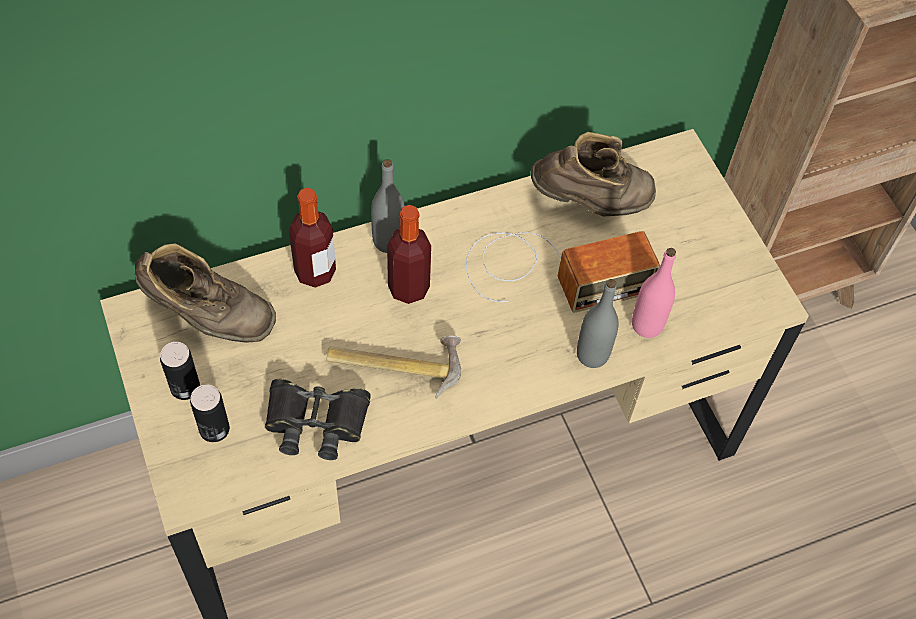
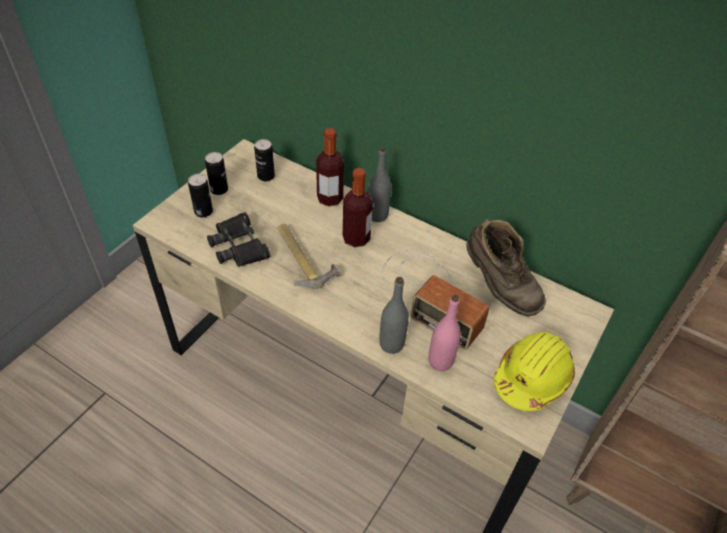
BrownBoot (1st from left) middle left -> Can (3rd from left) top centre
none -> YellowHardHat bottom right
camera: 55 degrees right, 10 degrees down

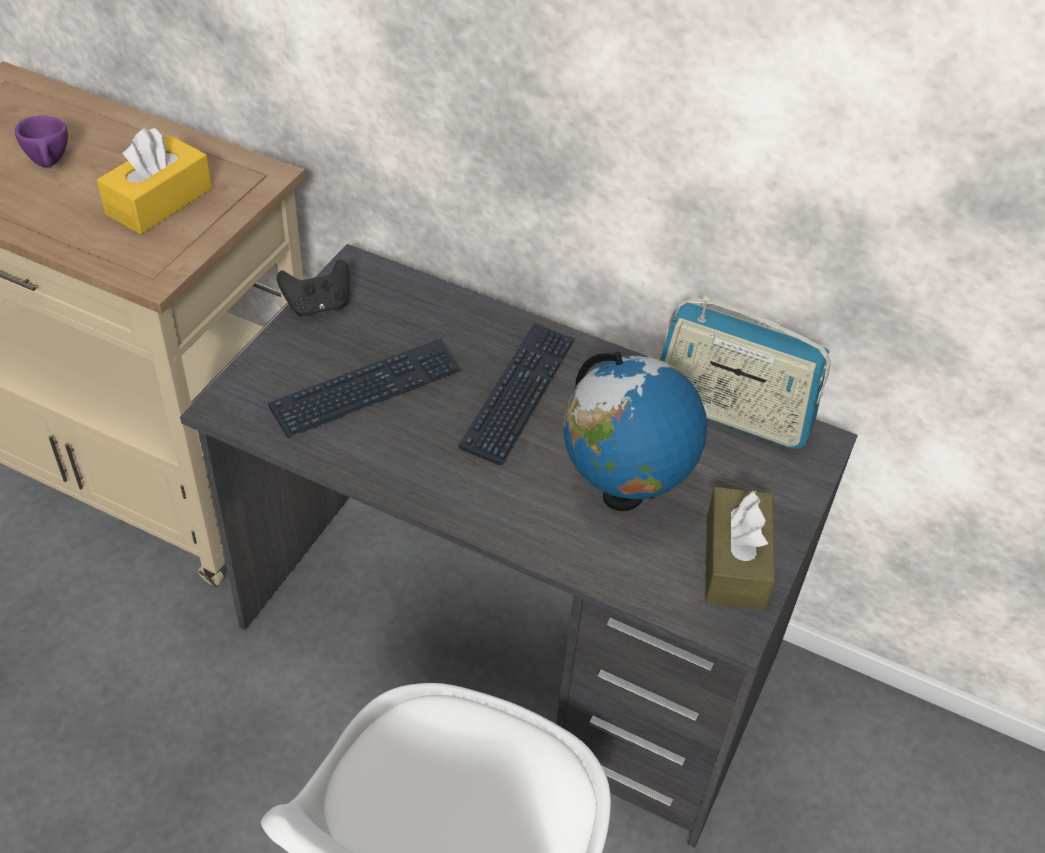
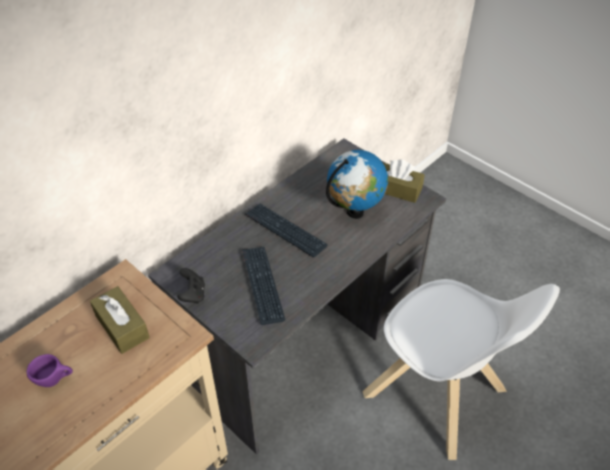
YellowTissueBox top left -> BrownTissueBox (1st from left) bottom left
Radio middle right -> none
camera: 70 degrees left, 0 degrees up

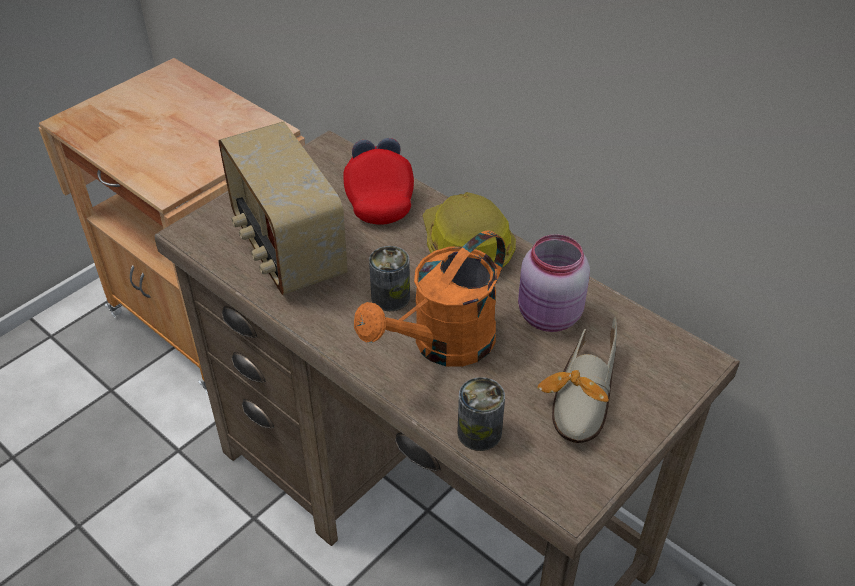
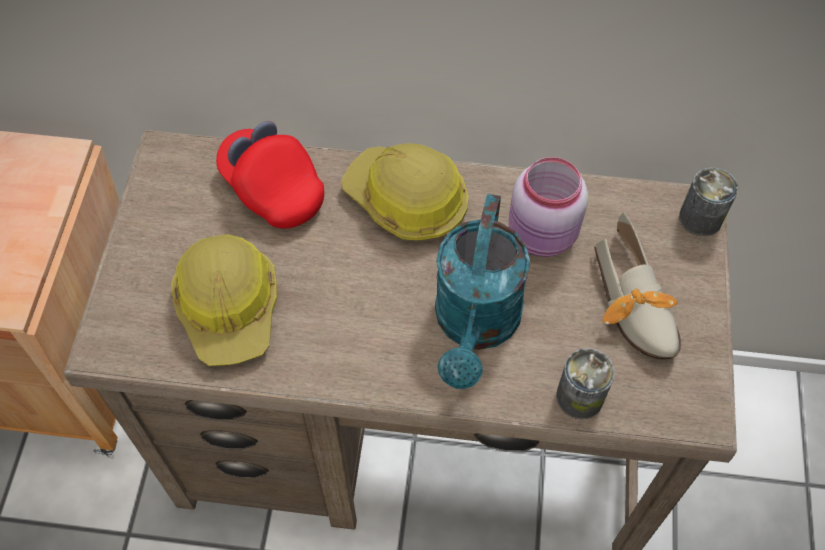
Radio middle left -> HardHat (1st from left) middle left
OrangeWateringCan centre -> TurquoiseWateringCan centre
Can (1st from left in the first image) centre -> Can (2nd from left) middle right, moved
camera: 35 degrees left, 15 degrees up

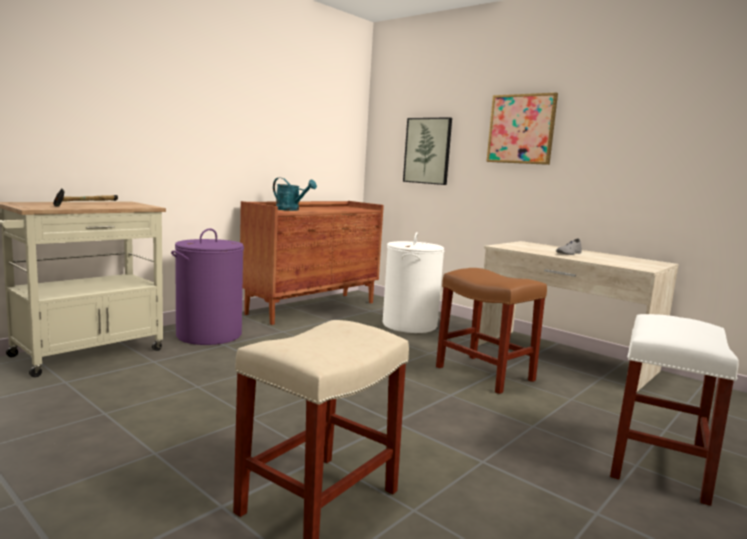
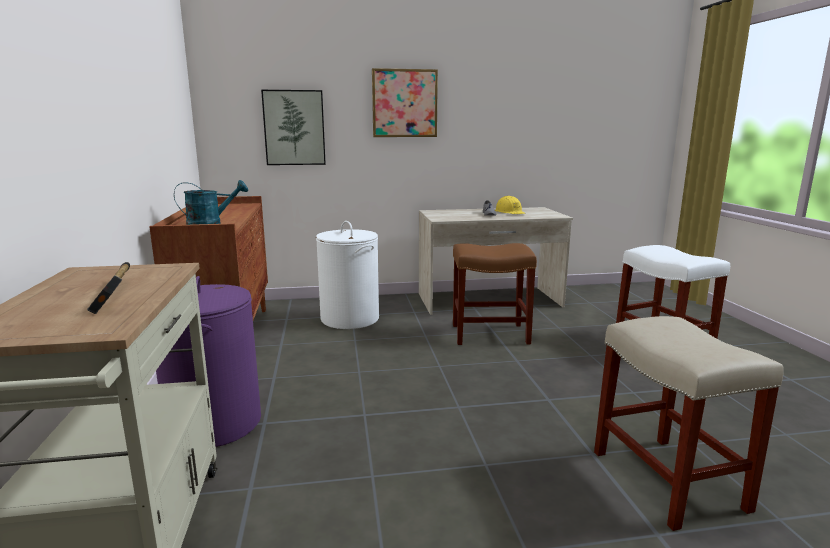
none -> YellowHardHat centre
camera: 50 degrees left, 5 degrees up

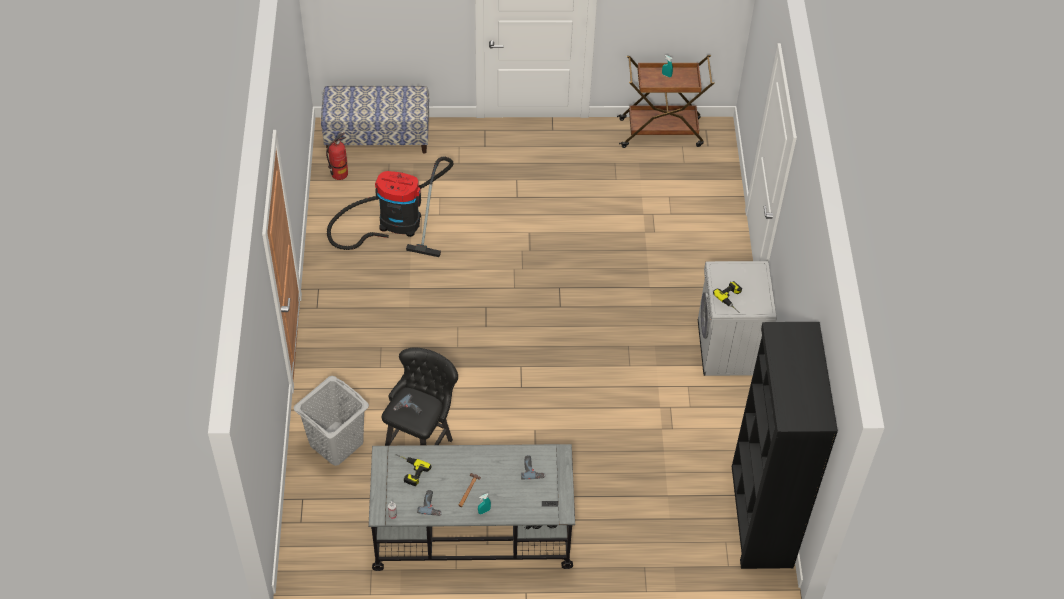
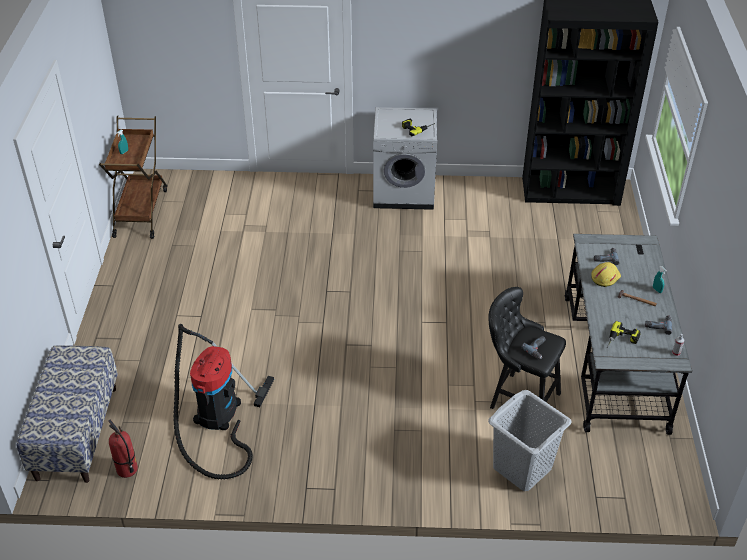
none -> YellowHardHat middle right
camera: 85 degrees left, 10 degrees down

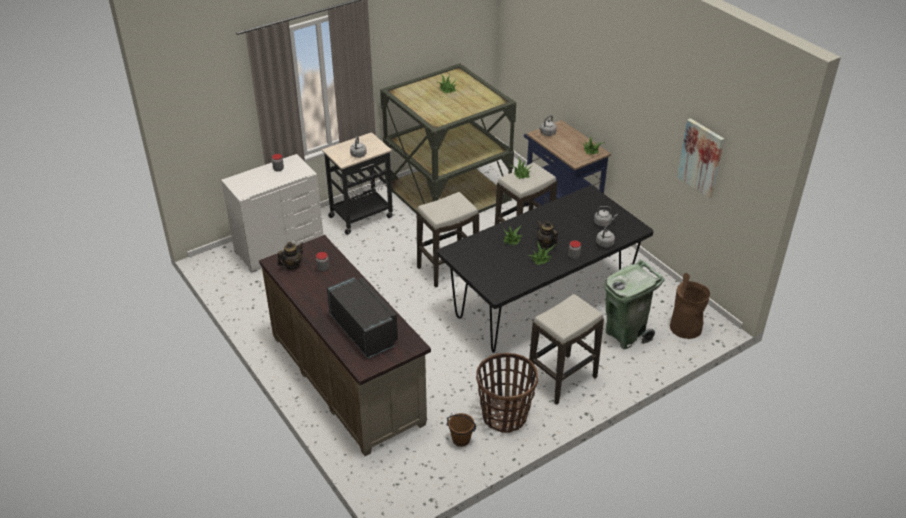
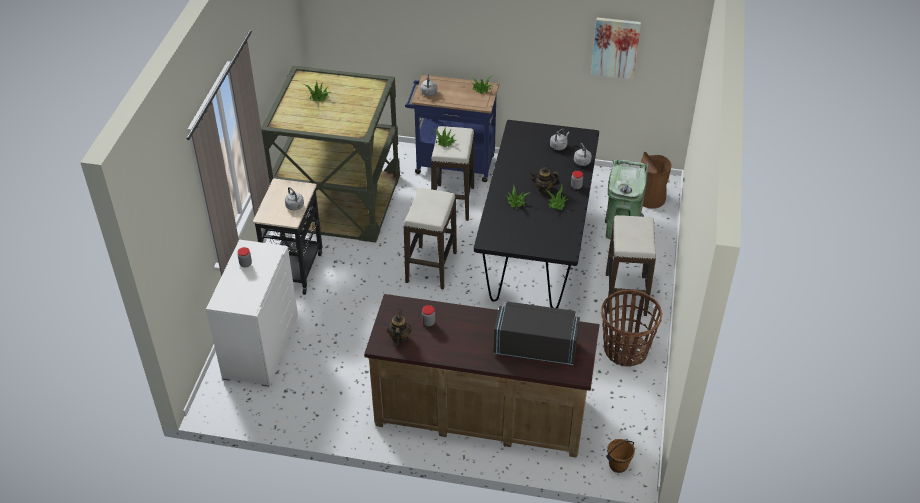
BrownBucket bottom centre -> BrownBucket bottom right, moved
camera: 45 degrees left, 5 degrees up

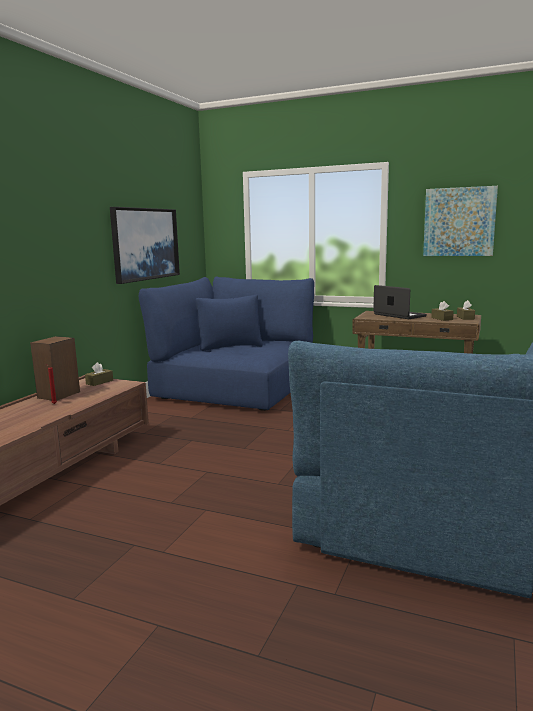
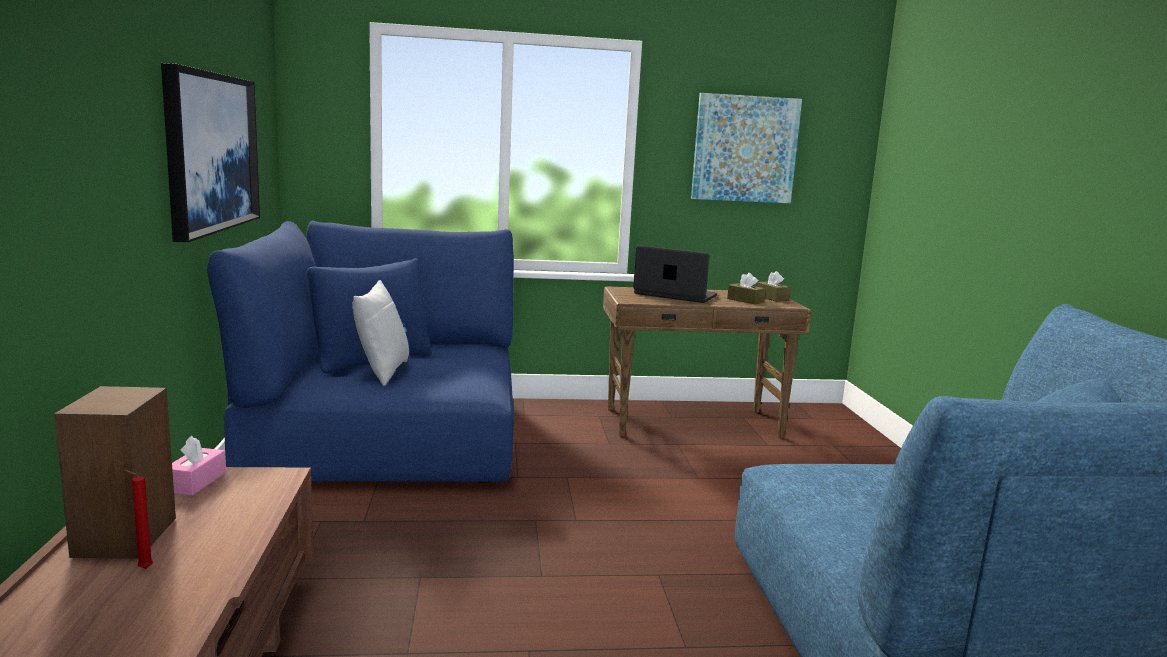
BrownTissueBox (1st from left) middle left -> PinkTissueBox bottom left
none -> GreyPillow middle left
camera: 30 degrees left, 0 degrees up

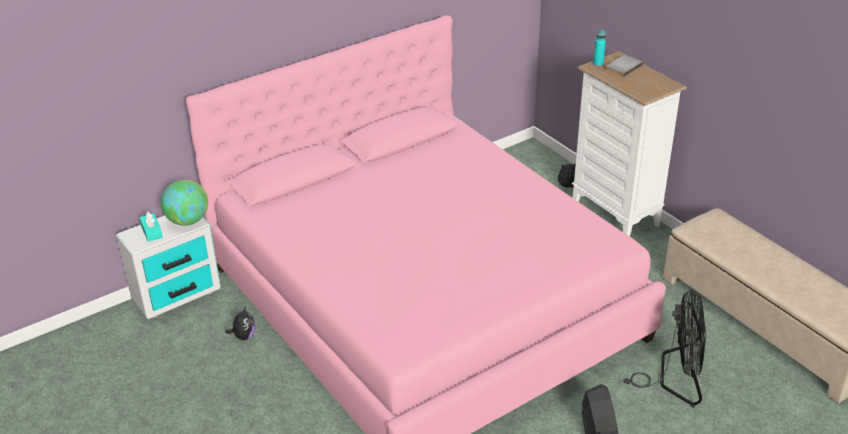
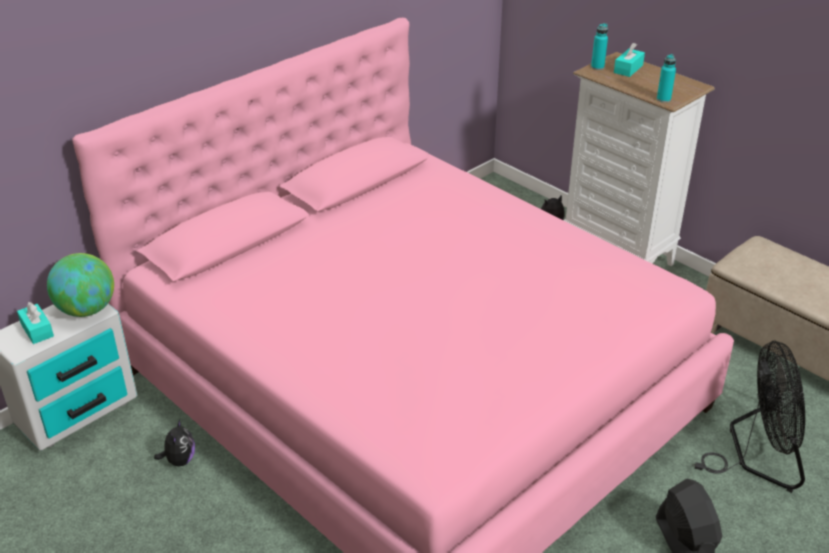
GreyBook top right -> TurquoiseTissueBox (2nd from left) top right
none -> TurquoiseBottle (2nd from left) top right
camera: 10 degrees left, 0 degrees up

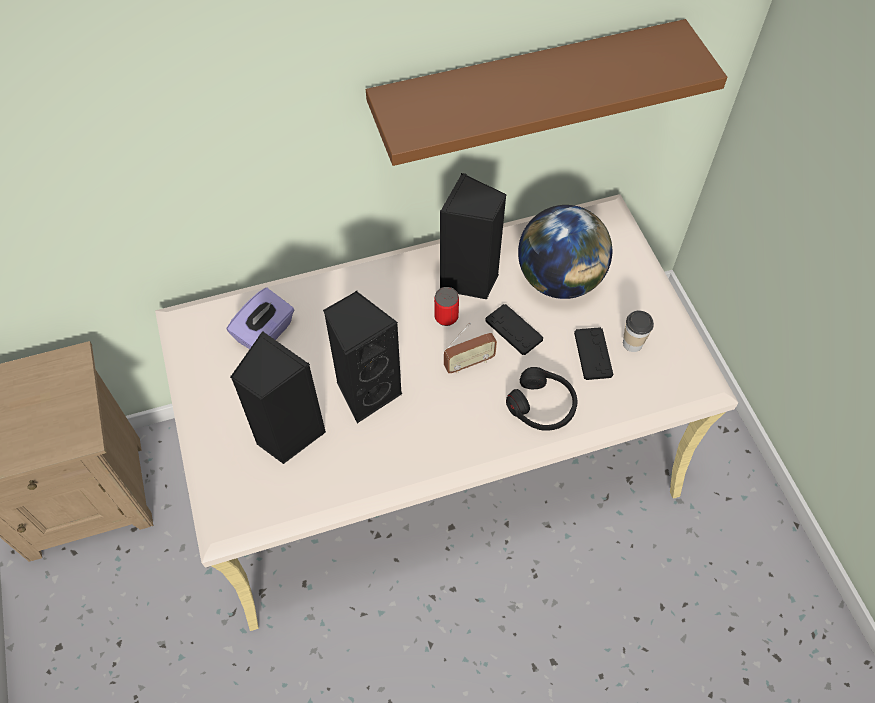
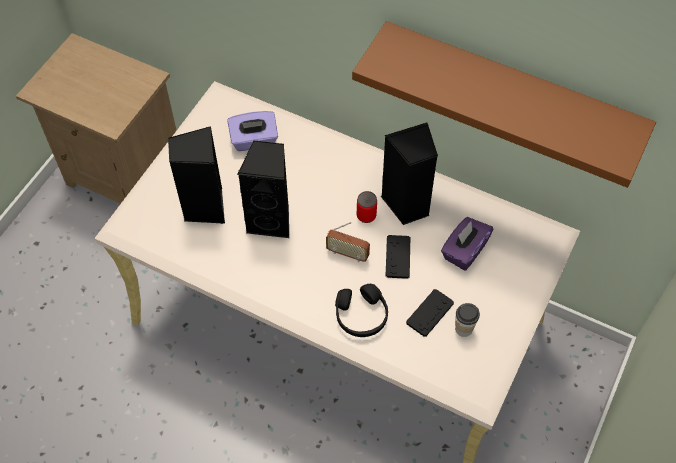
Globe centre -> PurpleTissueBox (2nd from left) middle right
camera: 45 degrees right, 0 degrees up

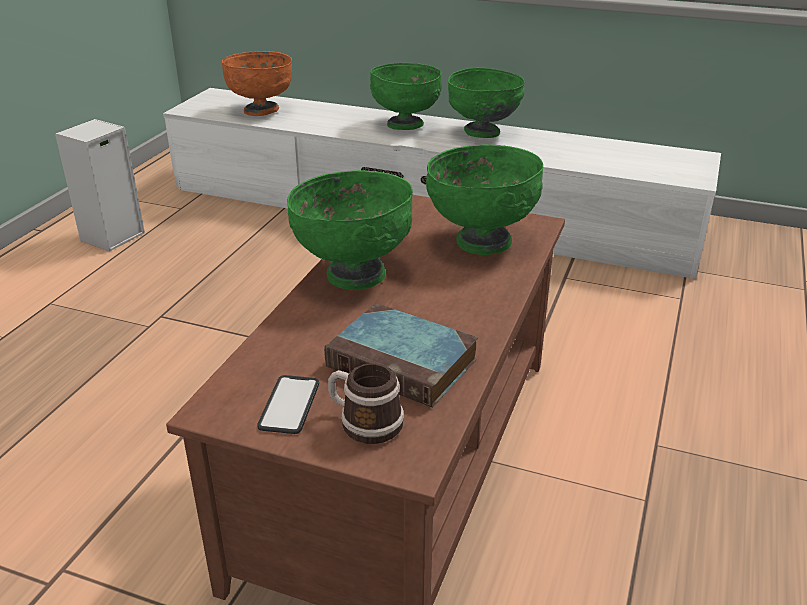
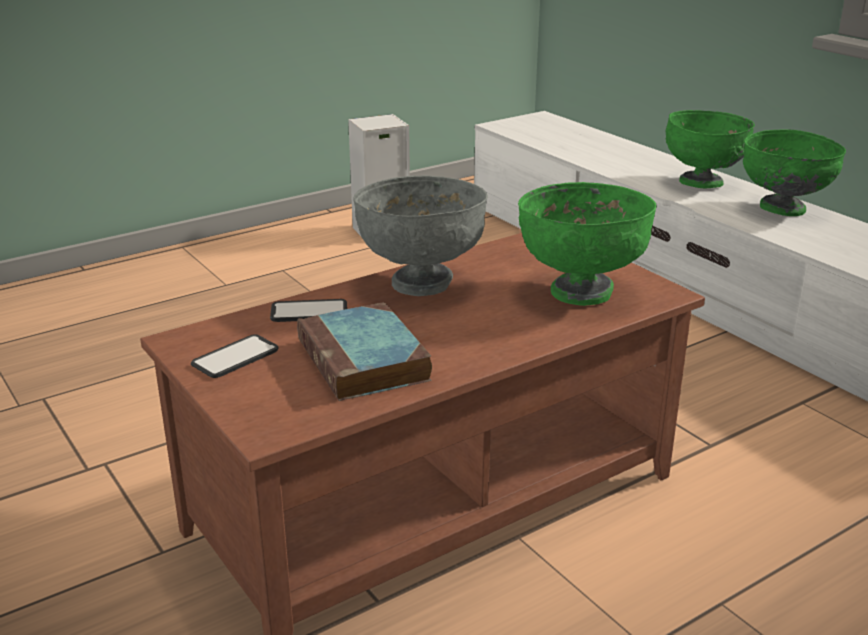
OrangeBowl top left -> none
GreenBowl (1st from left) centre -> GreyBowl centre
Mug centre -> none
none -> Phone (2nd from left) centre
camera: 35 degrees right, 5 degrees down

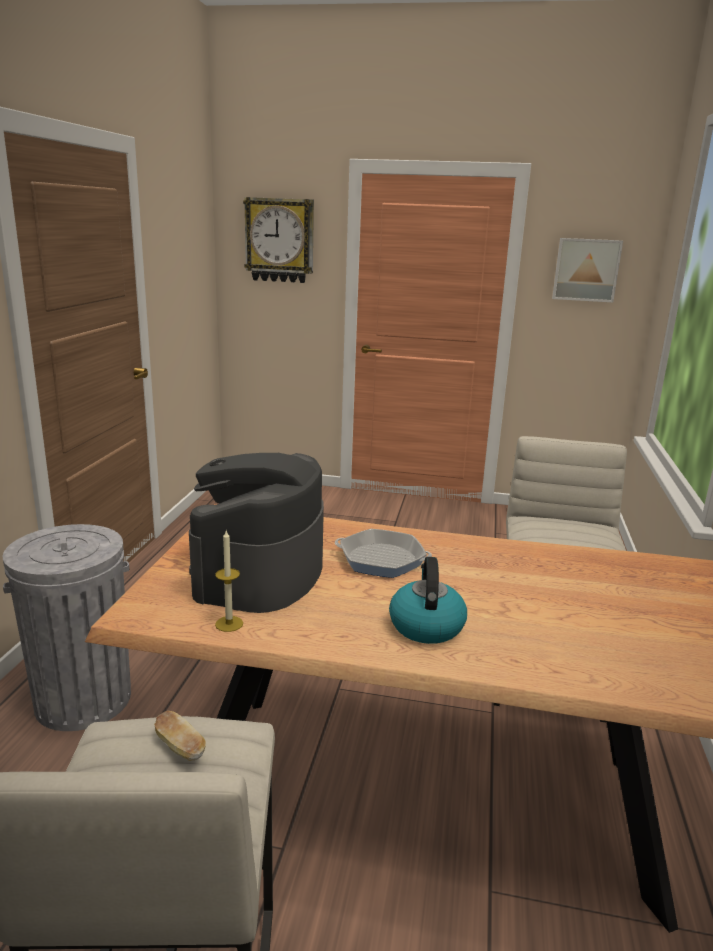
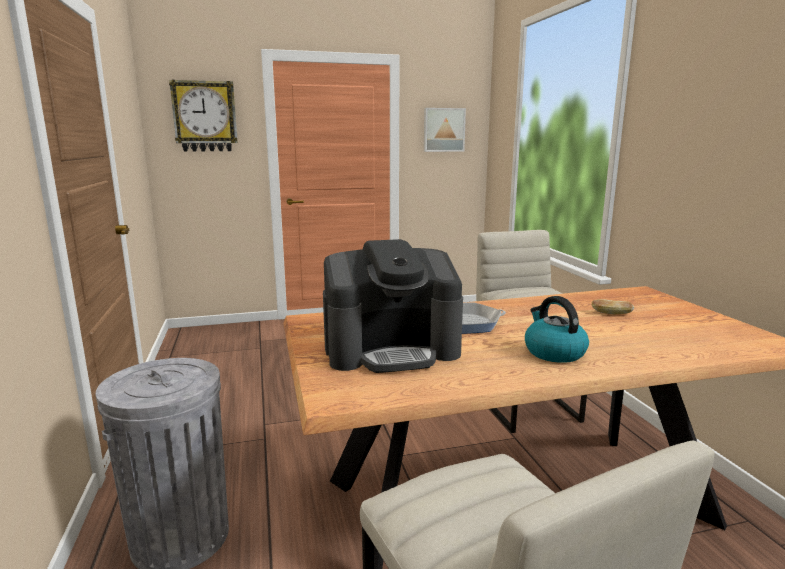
Bread bottom left -> Bread middle right, moved
CoffeeMachine centre, 90 degrees counterclockwise
Candle middle left -> none
camera: 25 degrees left, 5 degrees down

